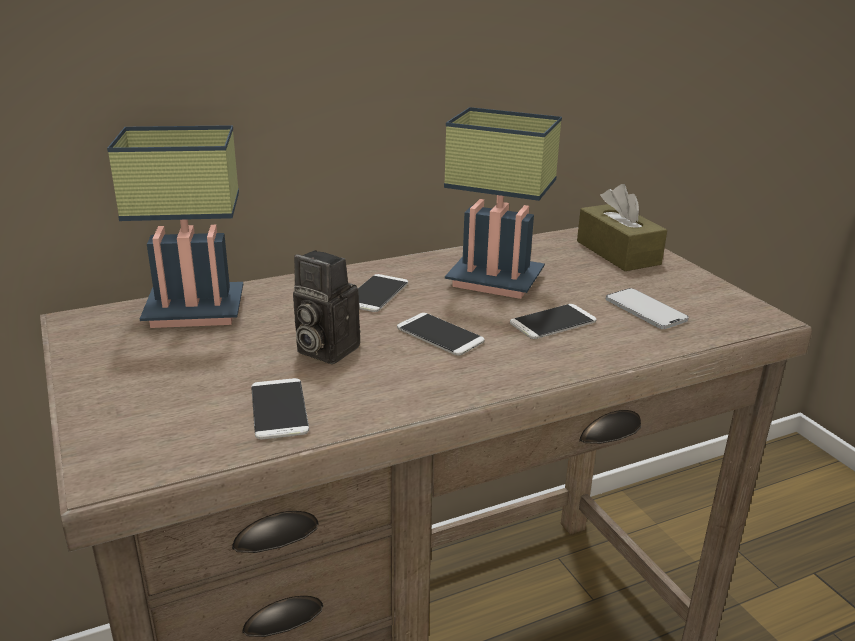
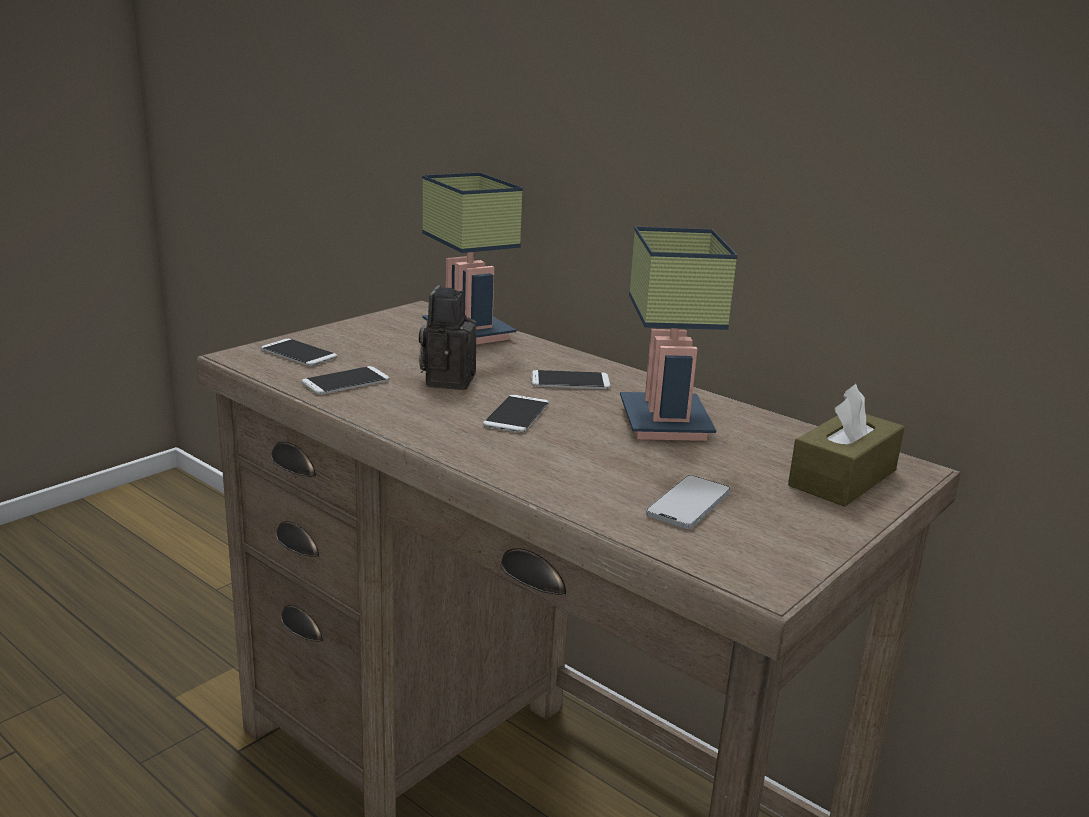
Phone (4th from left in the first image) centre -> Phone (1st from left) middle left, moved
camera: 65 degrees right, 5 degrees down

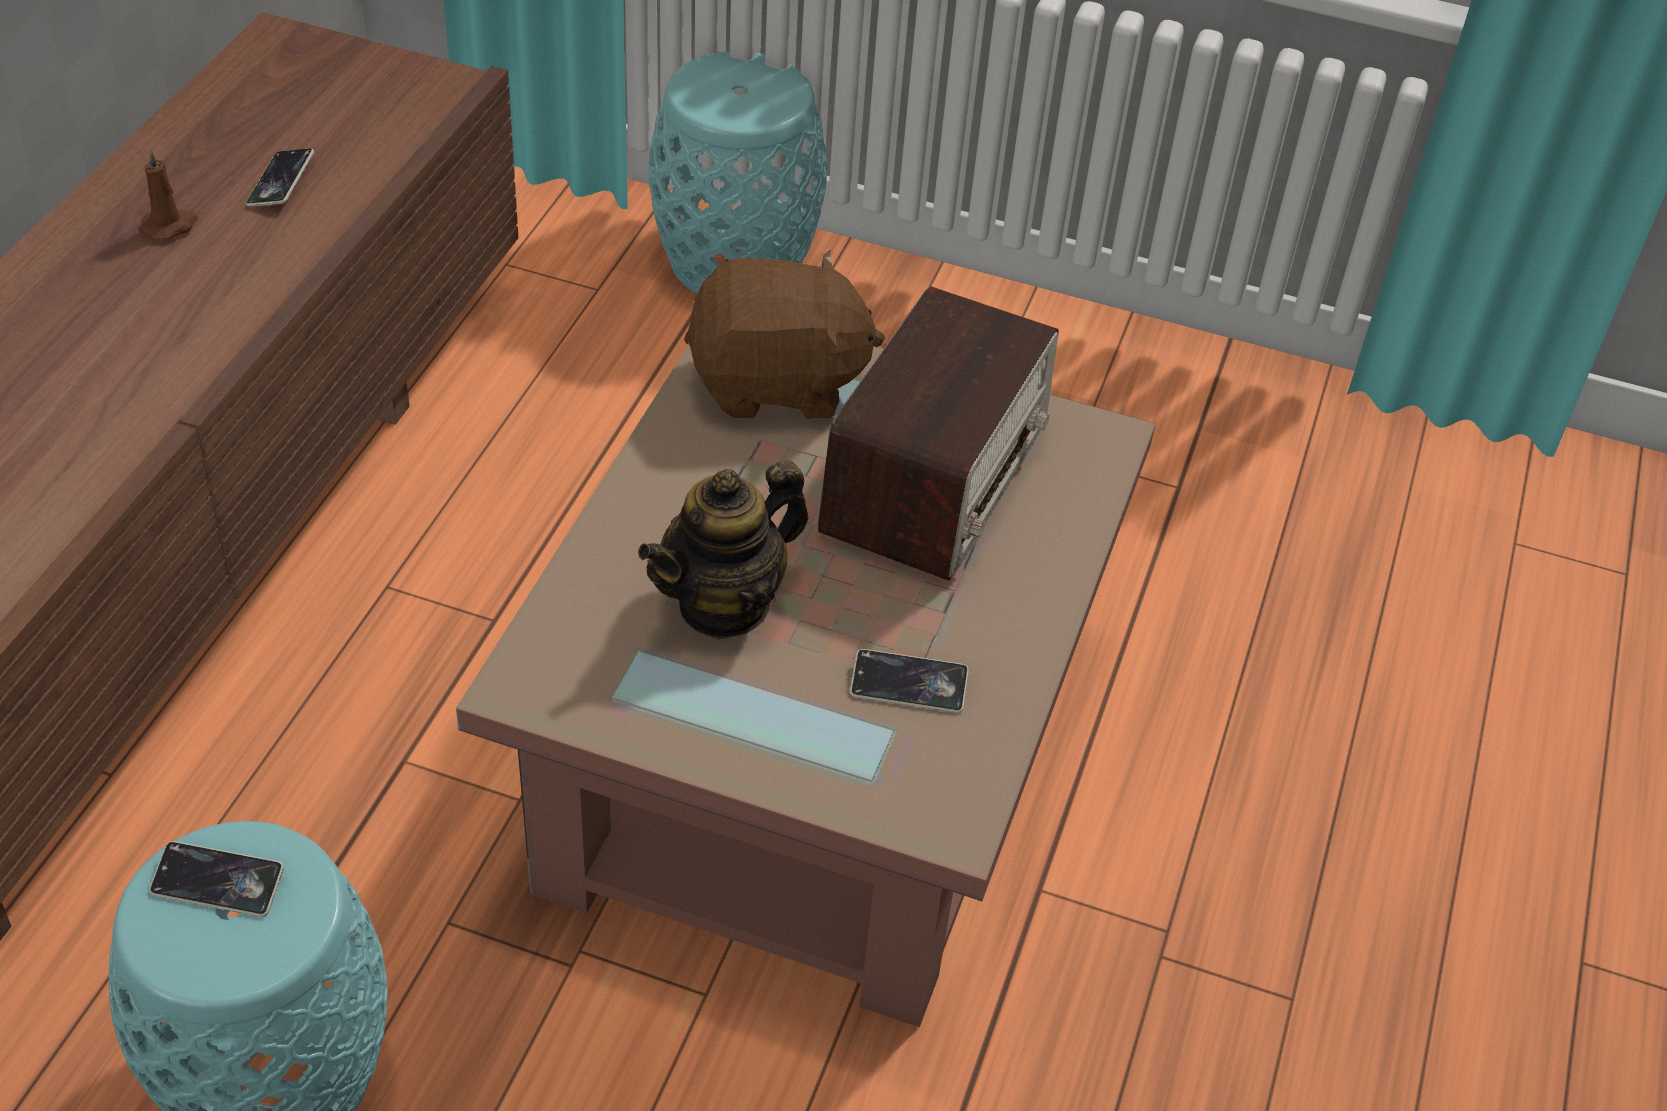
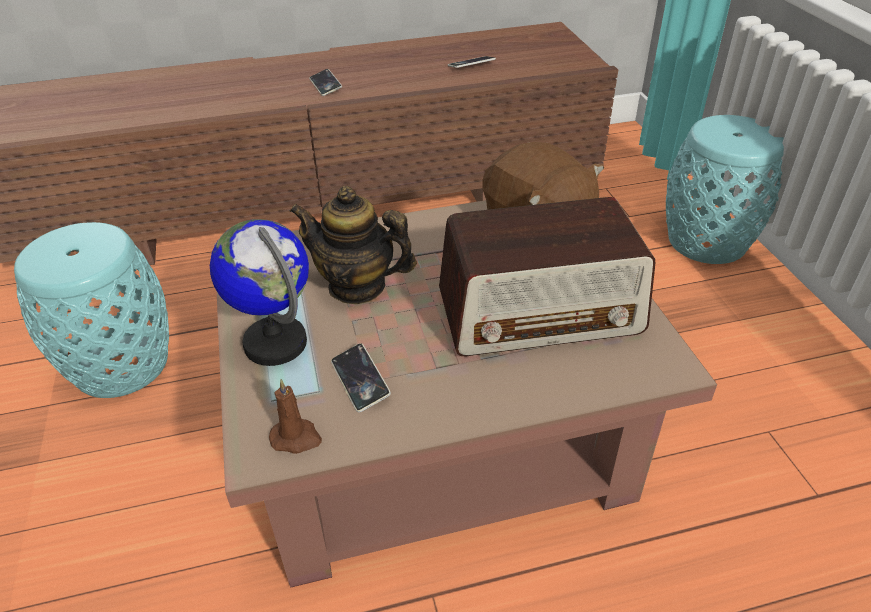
BrownCandle top left -> BrownCandle bottom centre, moved
Phone (1st from left) bottom left -> Phone (1st from left) top centre, moved
none -> Globe middle left
camera: 60 degrees right, 5 degrees down

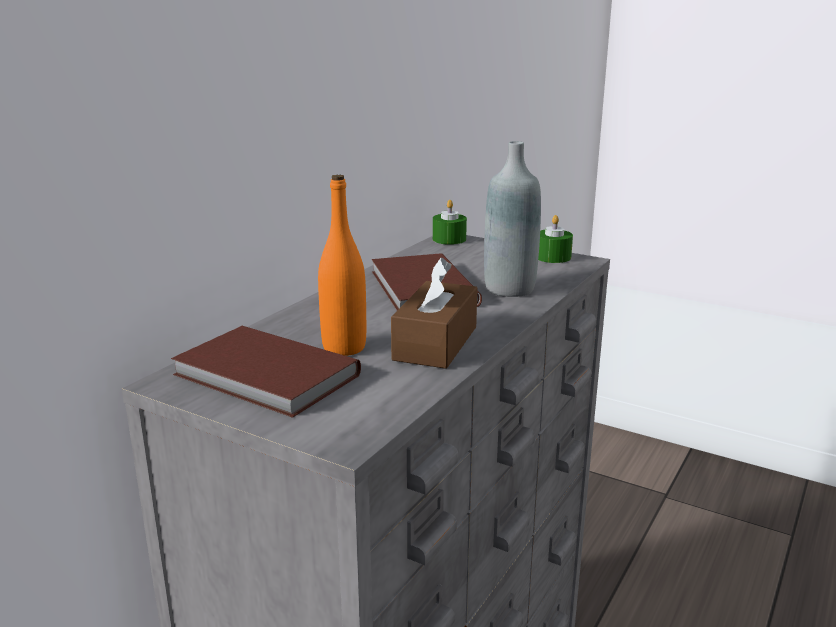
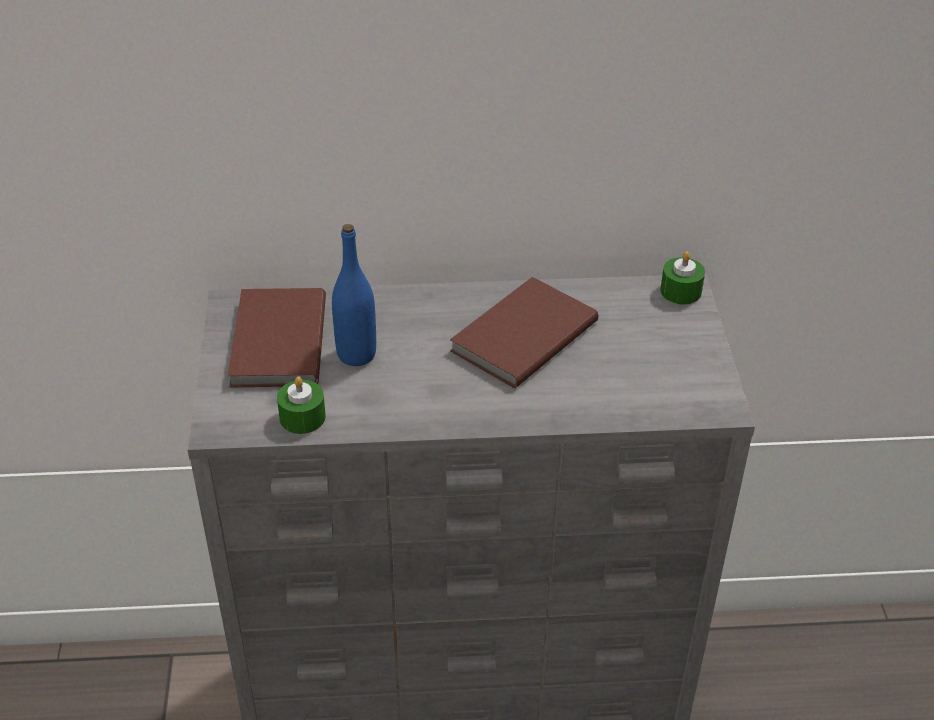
OrangeBottle centre -> BlueBottle centre
BrownTissueBox centre -> none
GreyBottle centre -> none
GreenCandle (2nd from left in the first image) centre -> GreenCandle (1st from left) middle left, moved
camera: 55 degrees right, 20 degrees up

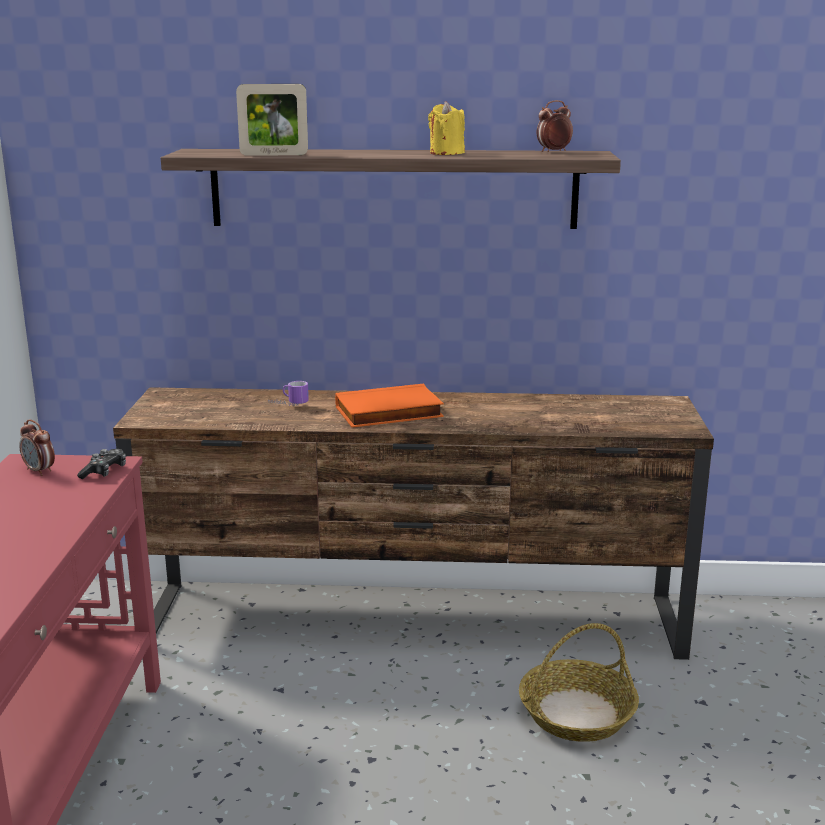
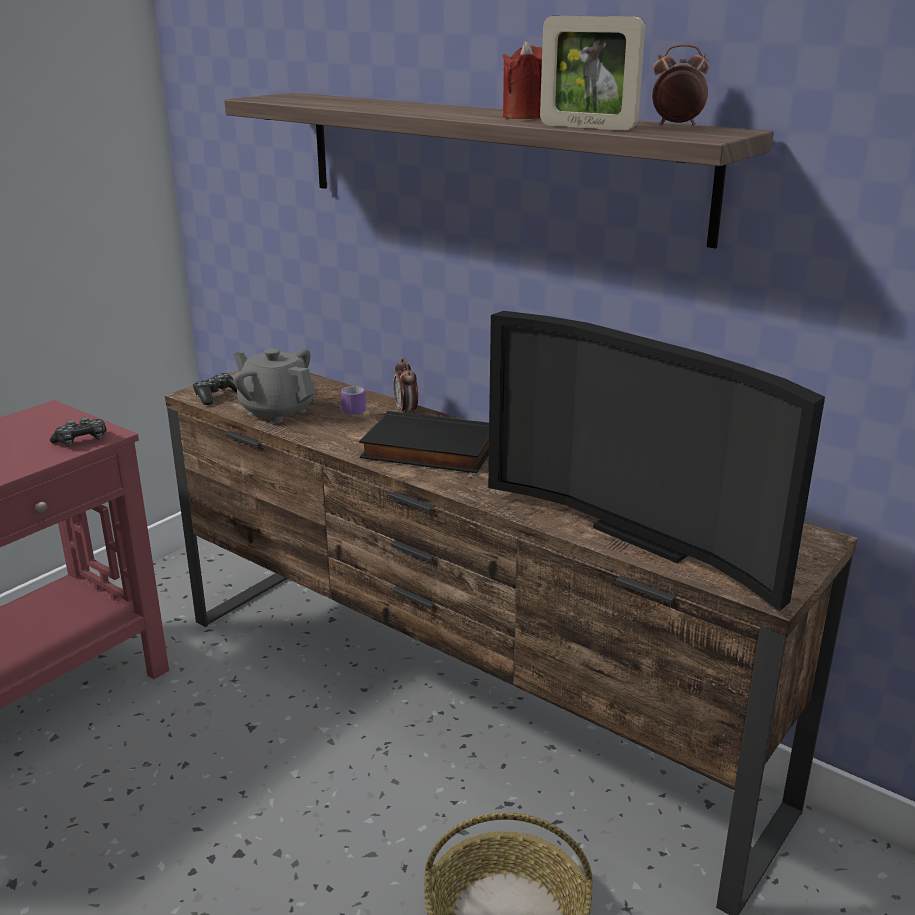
AlarmClock (1st from left) middle left -> AlarmClock (1st from left) centre, moved
PictureFrame top left -> PictureFrame top centre, moved
OrangeBook centre -> BlackBook centre
YellowCandle top centre -> RedCandle top centre
none -> GameController (2nd from left) middle left
none -> GreyTeapot middle left
none -> Television middle right
camera: 35 degrees right, 5 degrees up

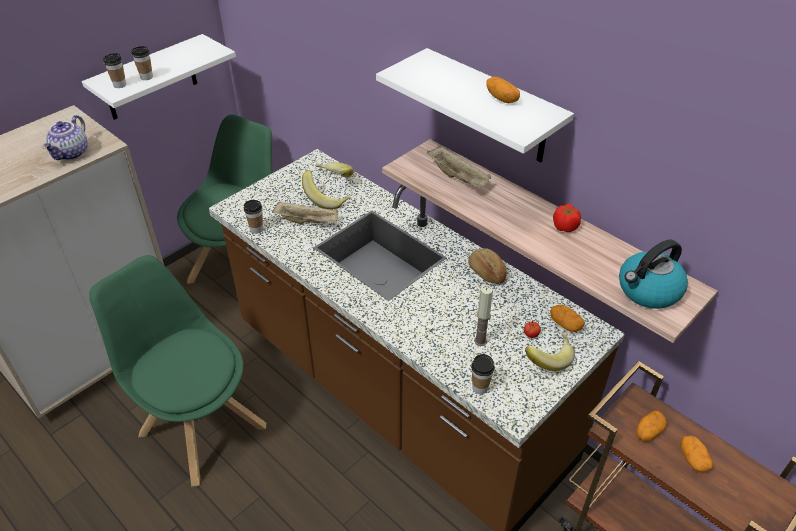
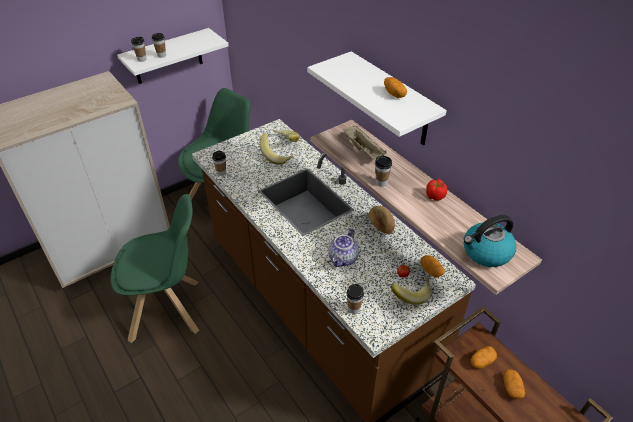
Teapot top left -> Teapot centre, moved
GreenChair (1st from left) bottom left -> GreenChair (1st from left) middle left, 120 degrees clockwise
BeigeTray (1st from left) centre -> none
Candle centre -> none
none -> Cup (5th from left) centre
camera: 10 degrees right, 0 degrees up

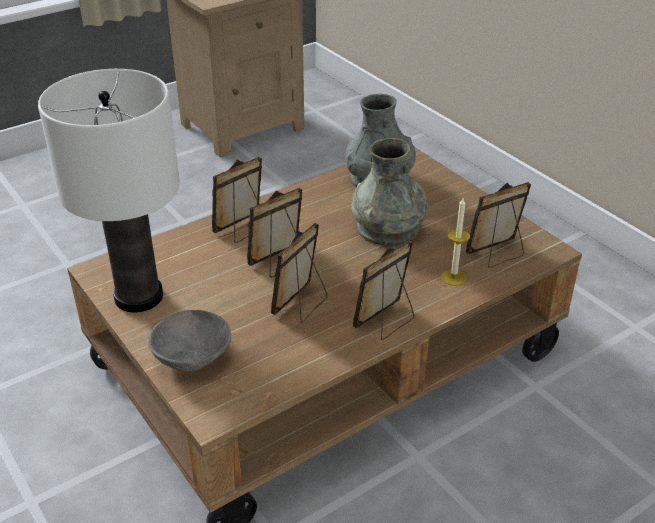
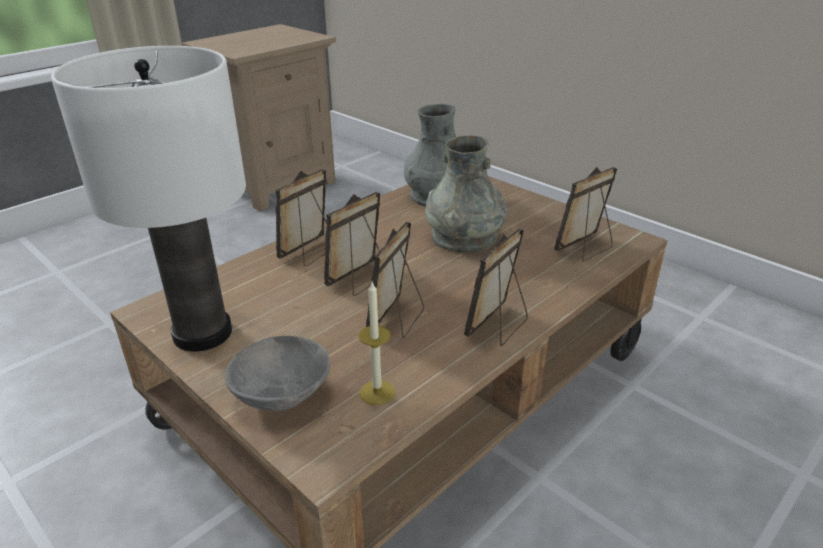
Candle middle right -> Candle centre, moved
camera: 10 degrees left, 5 degrees down

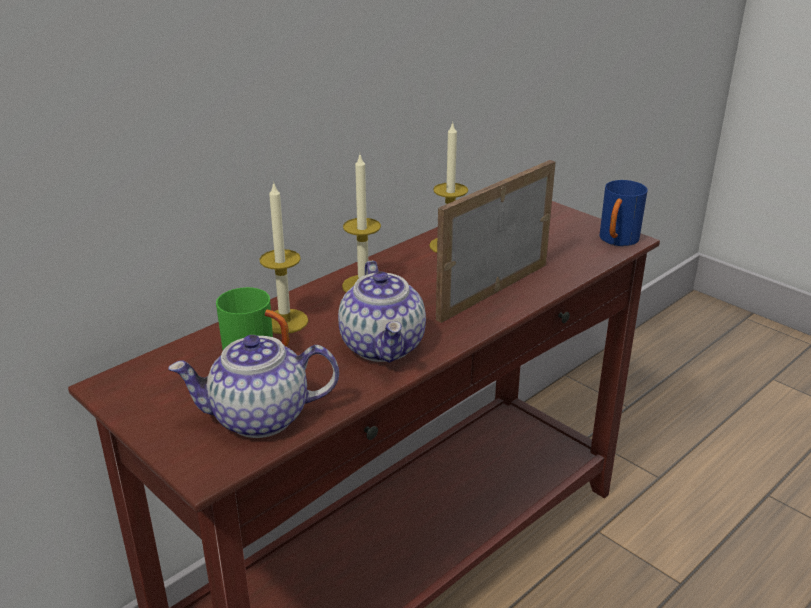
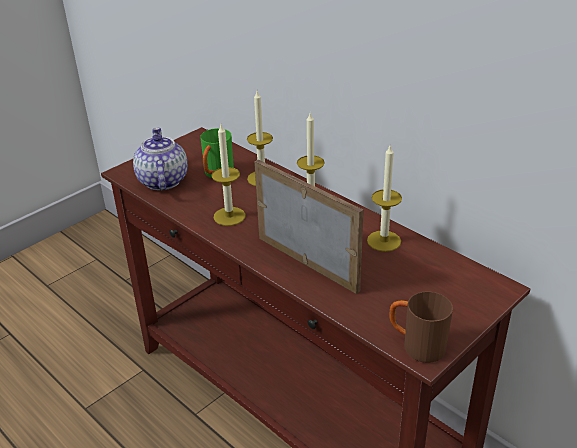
Teapot (2nd from left) centre -> Candle (1st from left) centre
BlueMug middle right -> BrownMug bottom right
camera: 90 degrees right, 5 degrees up

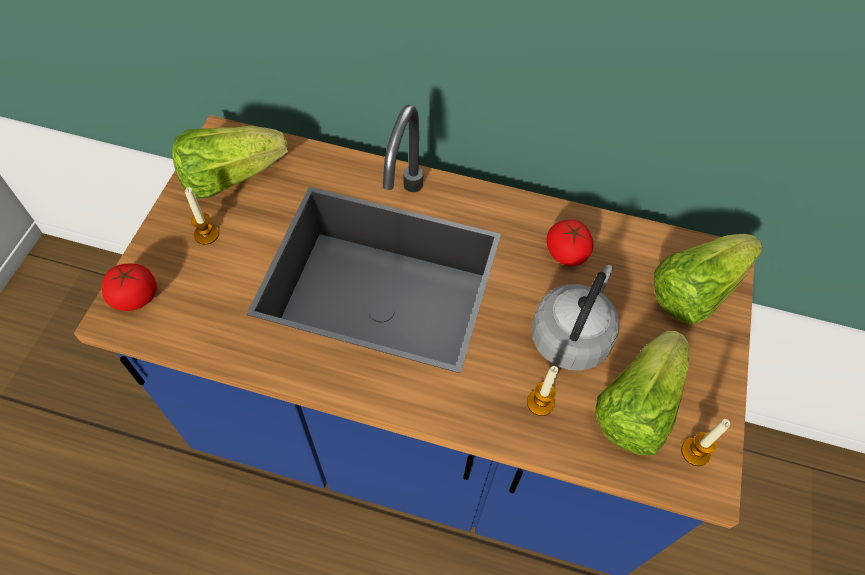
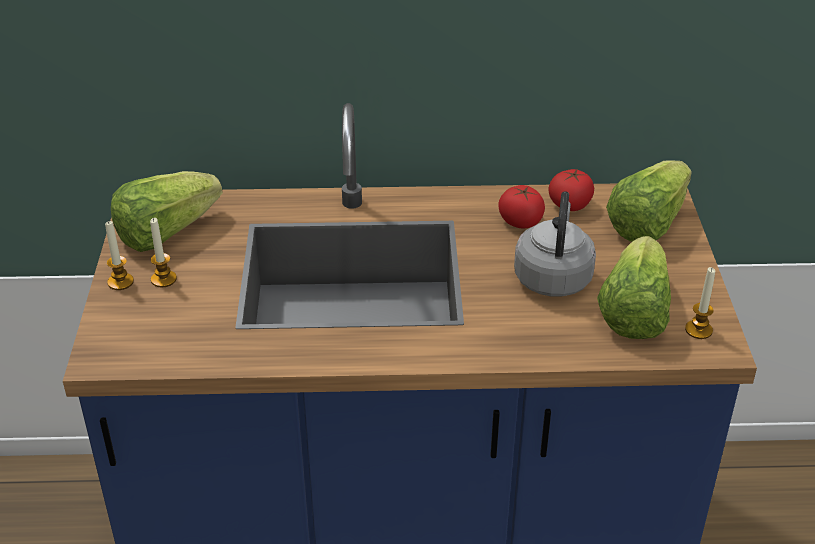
Tomato (1st from left in the first image) middle left -> Tomato (2nd from left) middle right, moved
Candle (2nd from left in the first image) bottom centre -> Candle (1st from left) middle left, moved
camera: 15 degrees left, 20 degrees down

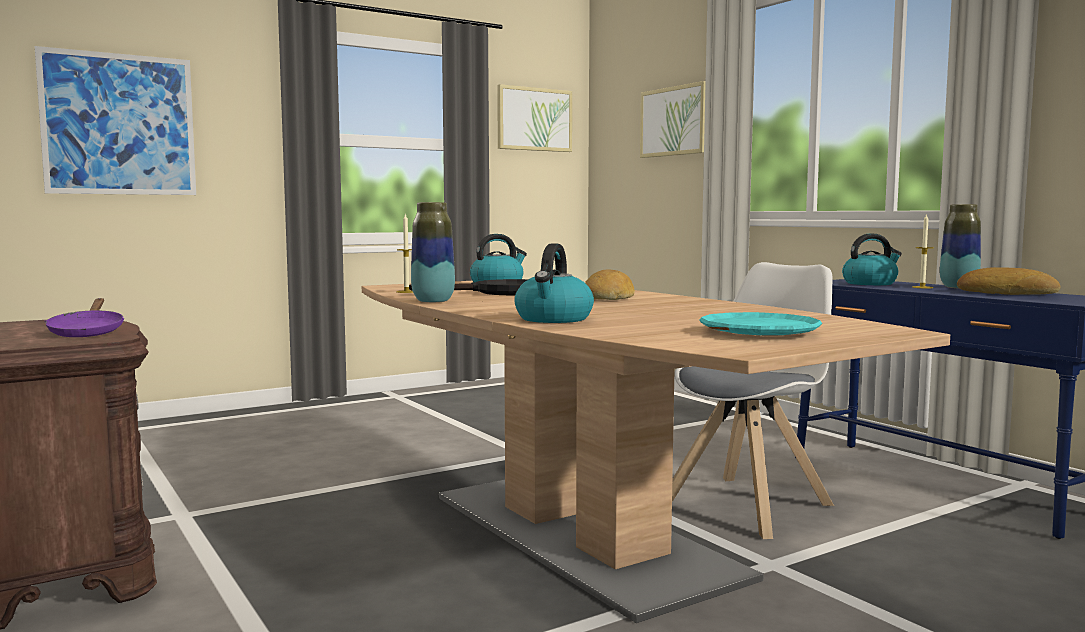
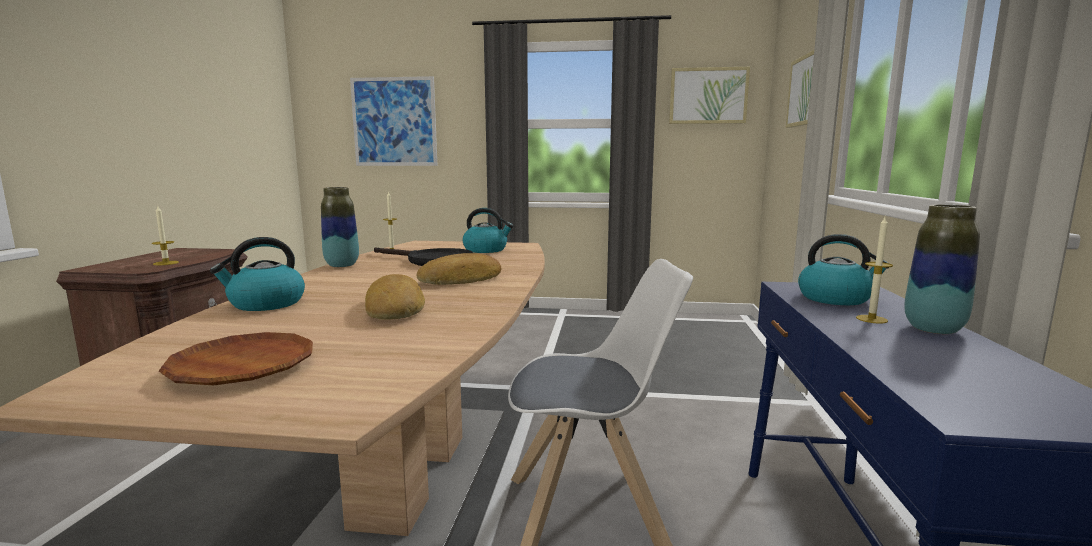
PurpleFryingPan middle left -> Candle (1st from left) middle left
TurquoisePlate middle right -> BrownPlate middle left
Bread (2nd from left in the first image) middle right -> Bread (1st from left) centre, moved
camera: 40 degrees right, 5 degrees up

